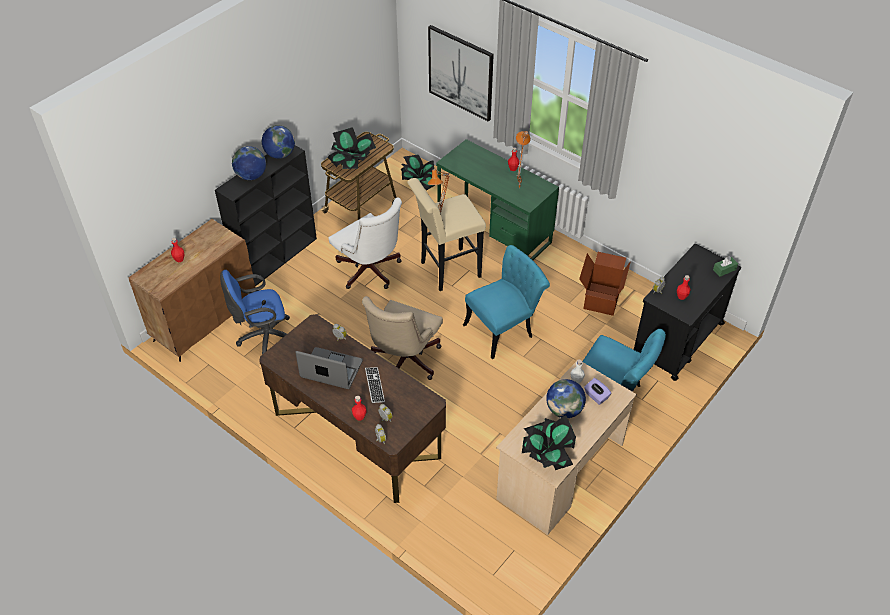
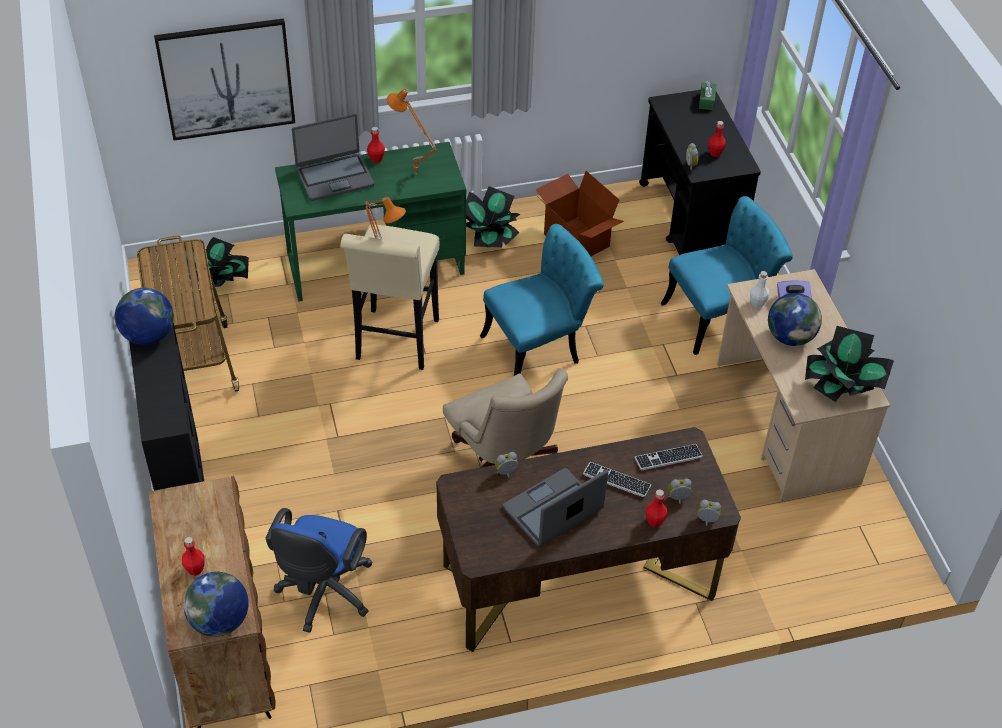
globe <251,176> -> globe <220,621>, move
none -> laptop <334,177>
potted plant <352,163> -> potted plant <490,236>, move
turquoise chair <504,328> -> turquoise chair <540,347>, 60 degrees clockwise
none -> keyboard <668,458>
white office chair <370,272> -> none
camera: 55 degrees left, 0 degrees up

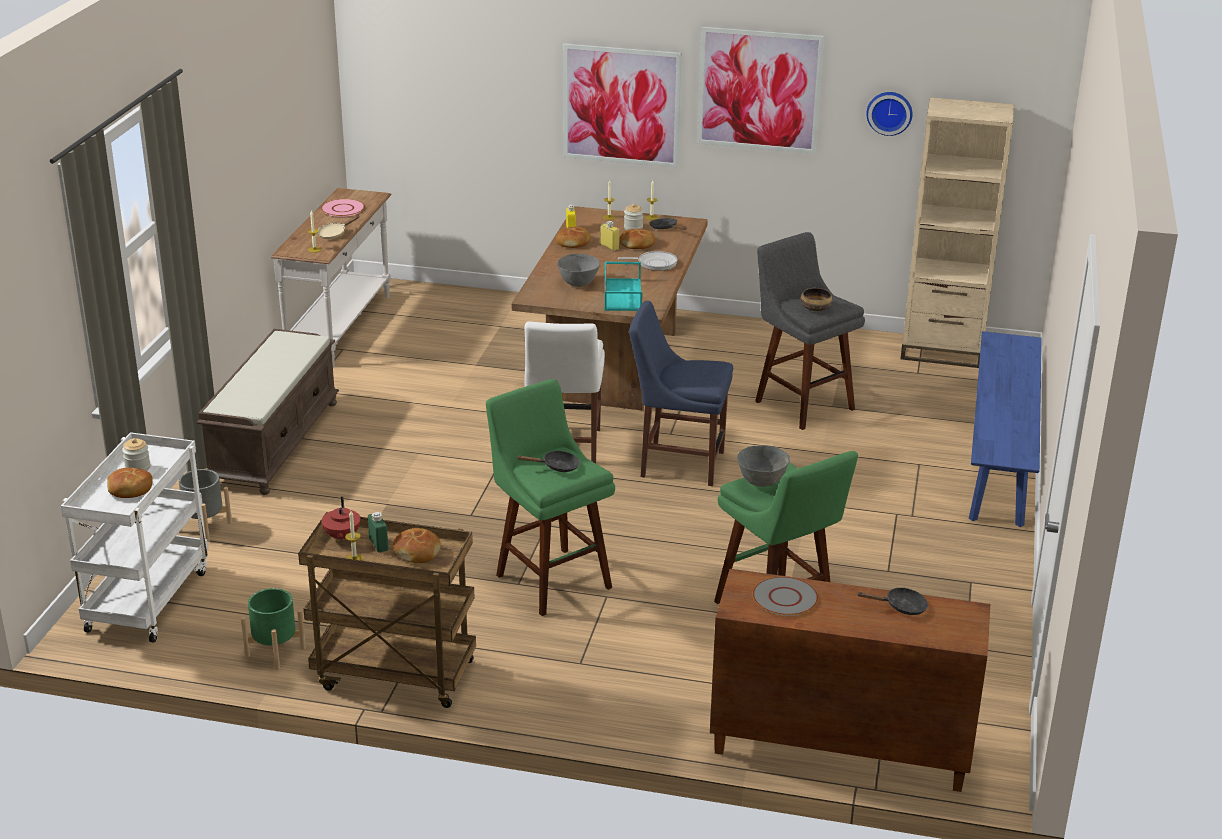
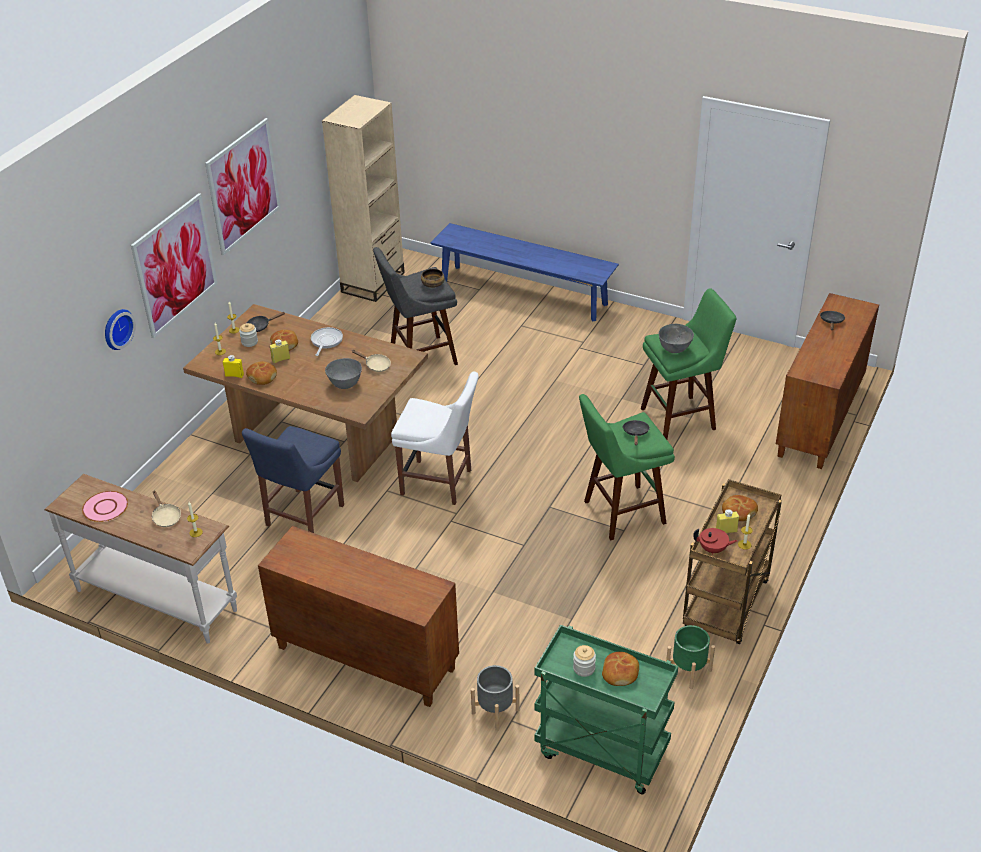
wall clock <889,112> -> wall clock <116,328>, move
blue chair <677,463> -> blue chair <302,517>, move
brown bench <274,442> -> brown cabinet <364,658>
turquoise tray <621,294> -> beige frying pan <375,365>
white cart <147,599> -> green cart <600,751>
green bottle <378,544> -> yellow bottle <726,531>
grey plate <784,597> -> none
camera: 75 degrees left, 10 degrees up

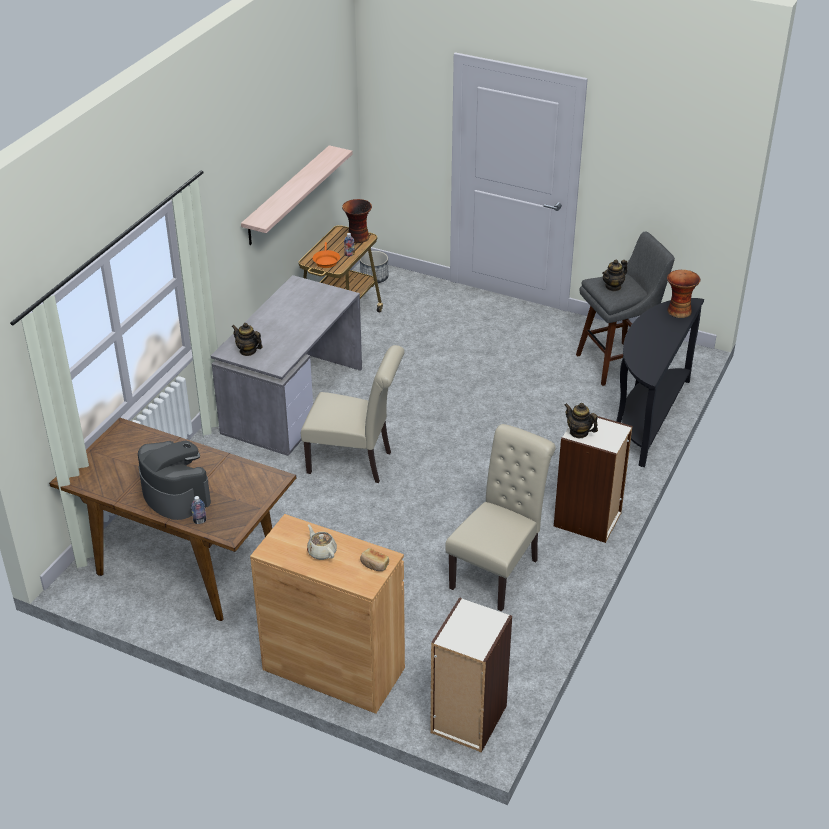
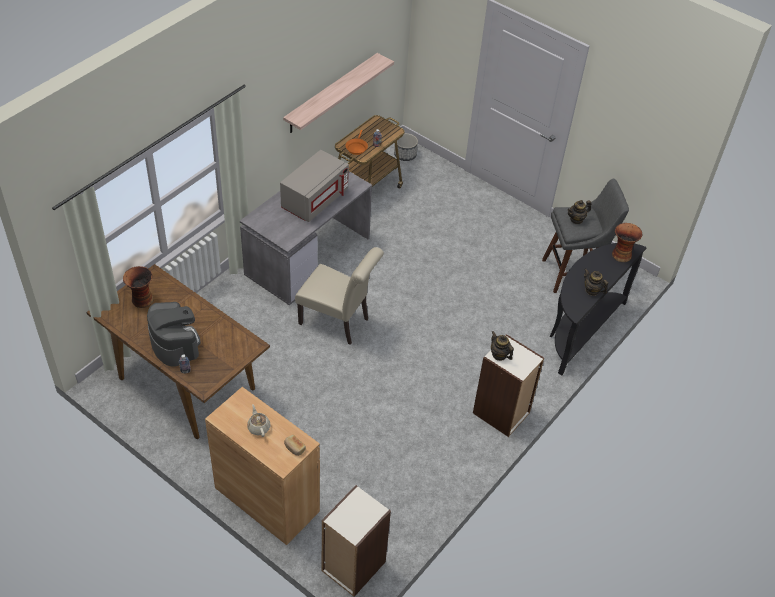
vase <358,237> -> vase <141,300>, move
none -> grey microwave <314,200>
teapot <248,351> -> teapot <592,290>, move
beige chair <498,570> -> none
camera: 10 degrees right, 10 degrees up

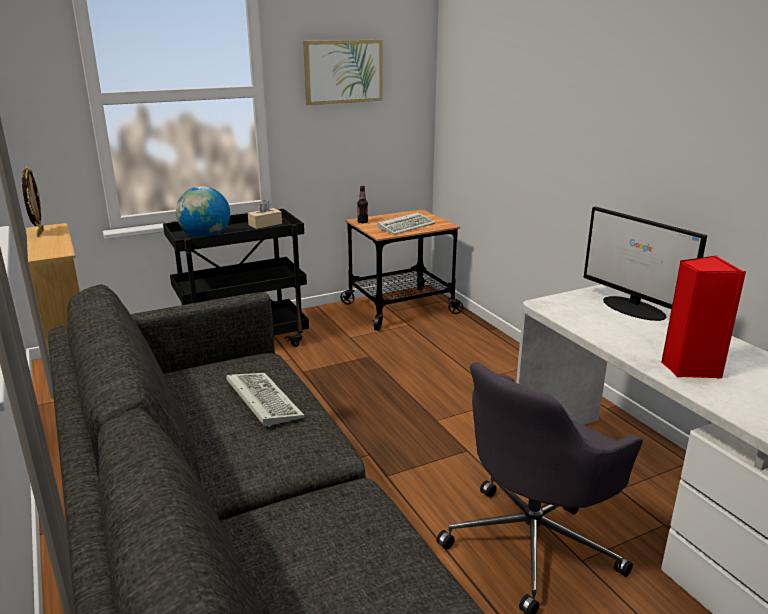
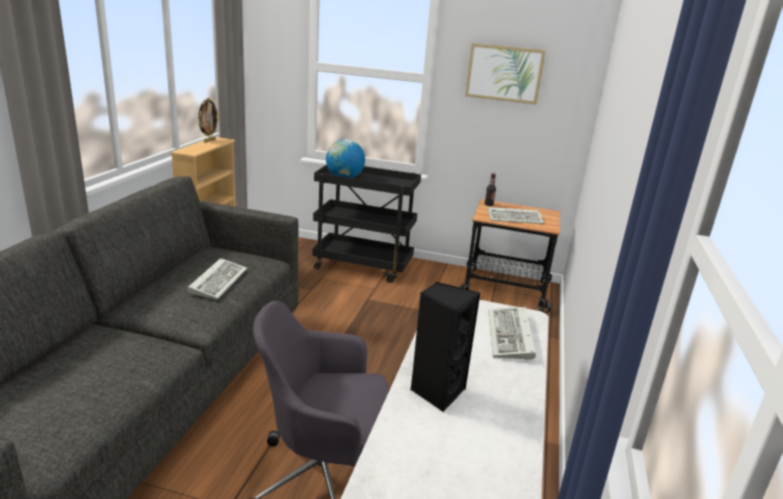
red speaker <689,368> -> black speaker <436,391>
monitor <634,308> -> keyboard <511,337>
beige tissue box <265,224> -> none
camera: 40 degrees right, 0 degrees up

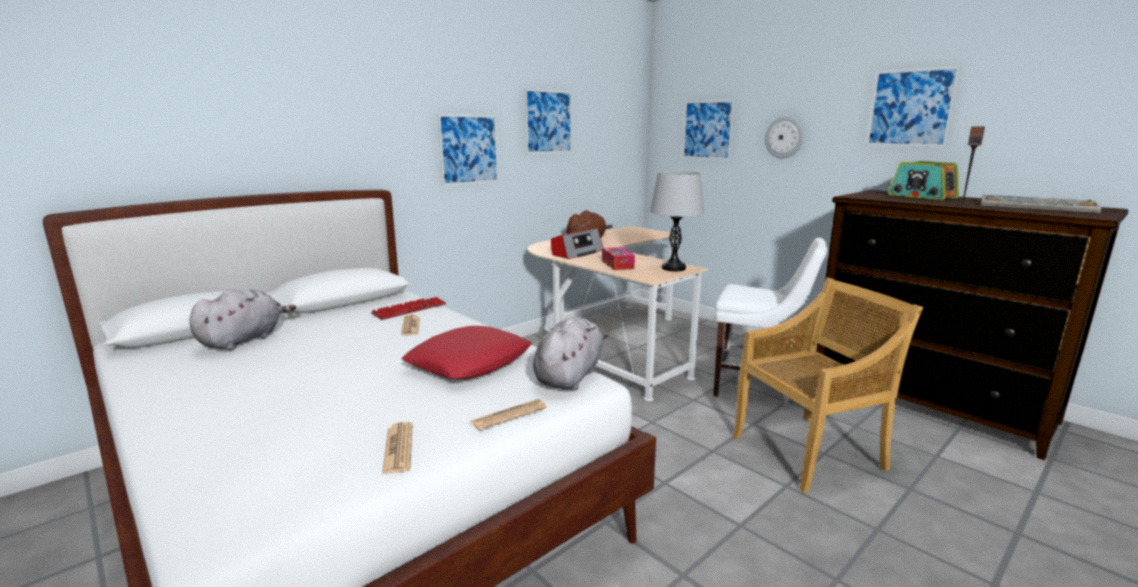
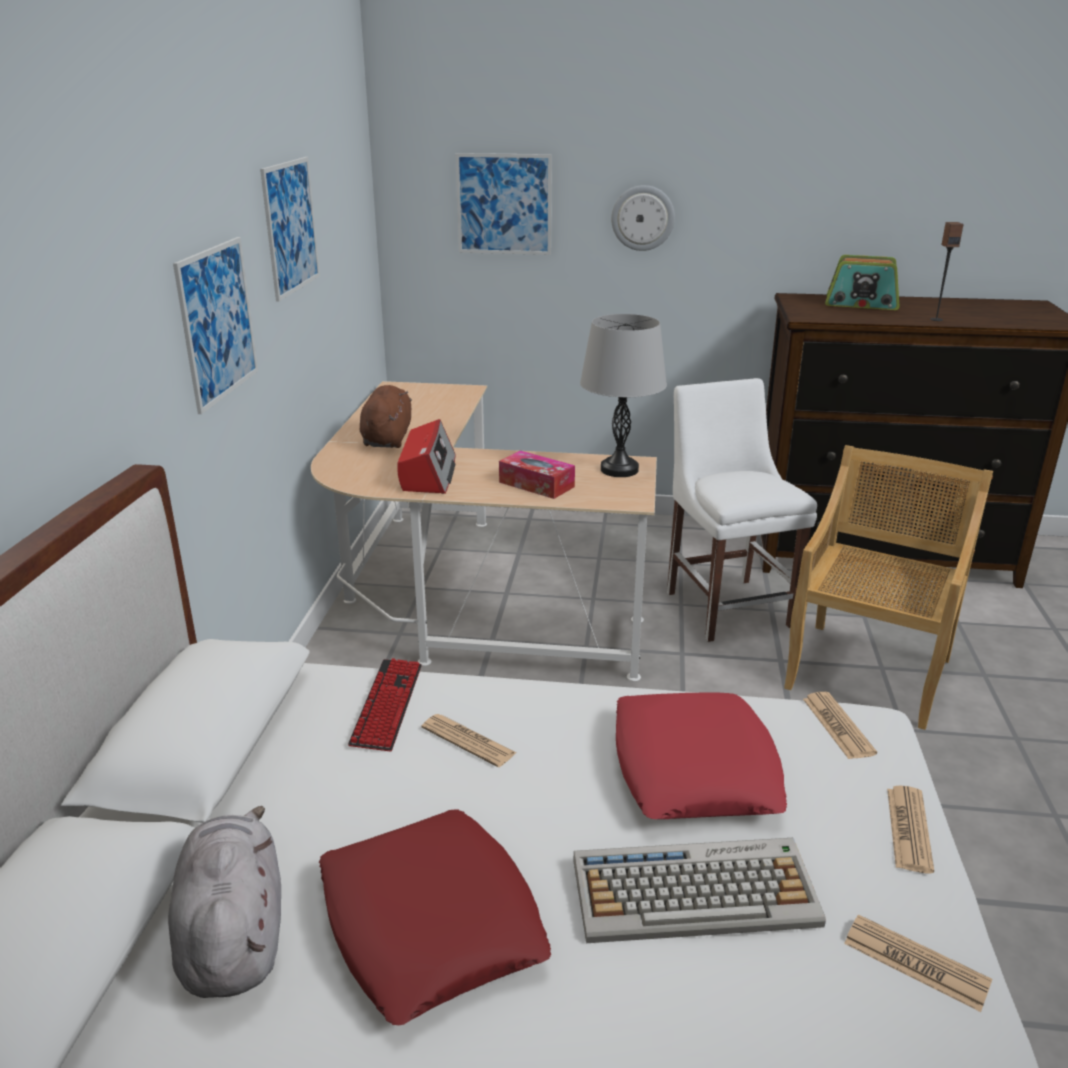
none -> red pillow <430,923>
keyboard <1037,206> -> keyboard <696,891>, move
white chair <758,390> -> white chair <726,605>, 90 degrees counterclockwise
grey plush toy <569,376> -> newspaper <838,726>
picture <910,108> -> none
camera: 40 degrees left, 10 degrees up

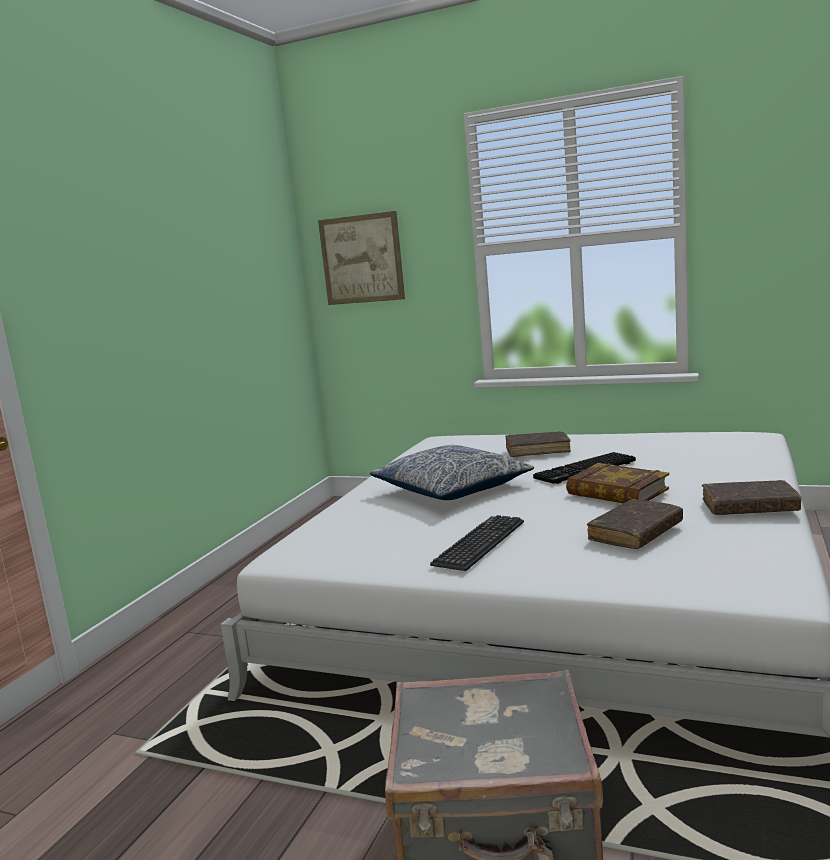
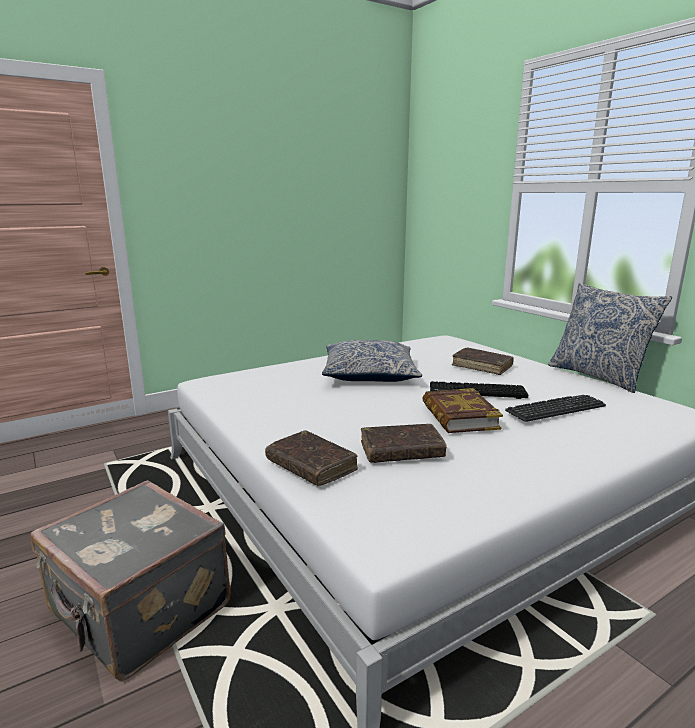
brown book <749,507> -> brown book <311,466>, move
keyboard <479,543> -> keyboard <555,409>, move
none -> pillow <598,376>
picture <361,259> -> none
camera: 35 degrees right, 5 degrees up

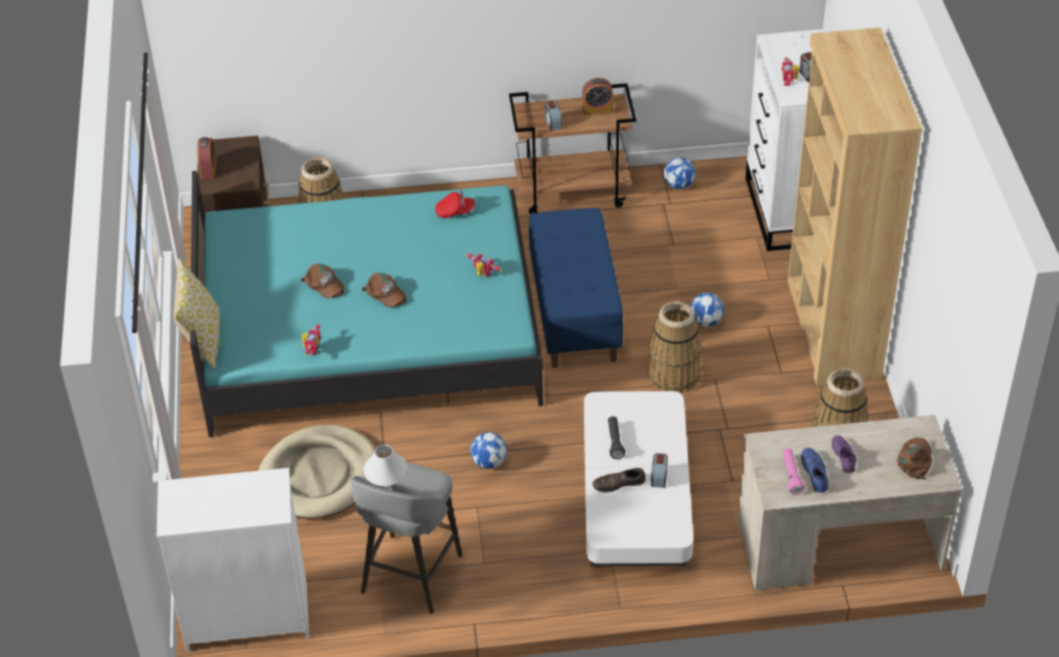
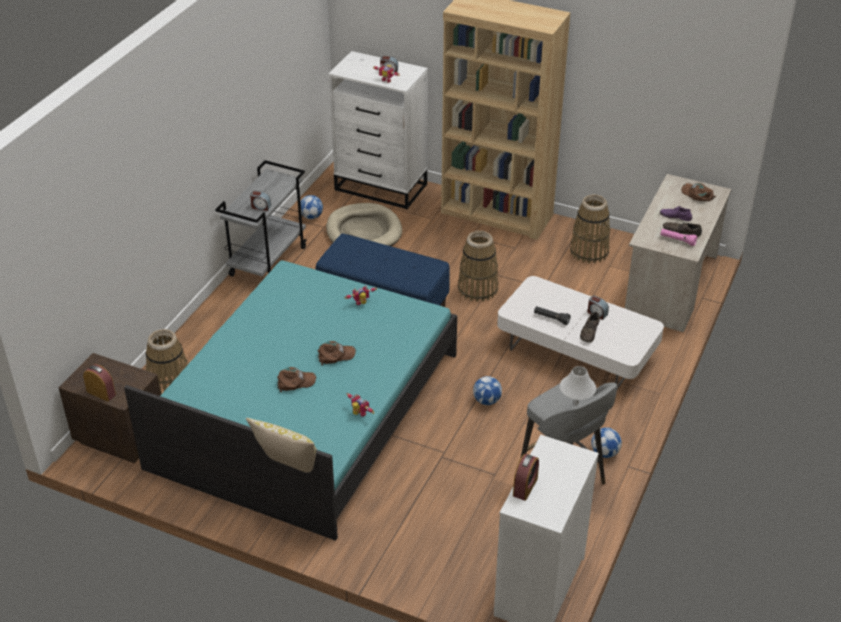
brown cart <573,192> -> grey cart <268,261>
beige dog bed <318,476> -> beige dog bed <364,232>, move
alarm clock <597,109> -> alarm clock <525,487>, move
football <706,321> -> football <605,453>, move
blue shoe <814,473> -> brown shoe <681,231>
red cap <455,212> -> none
camera: 60 degrees left, 5 degrees down

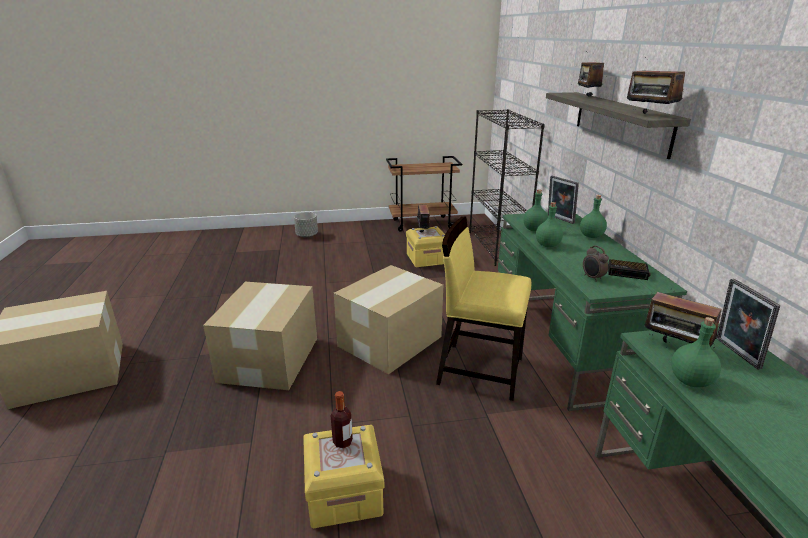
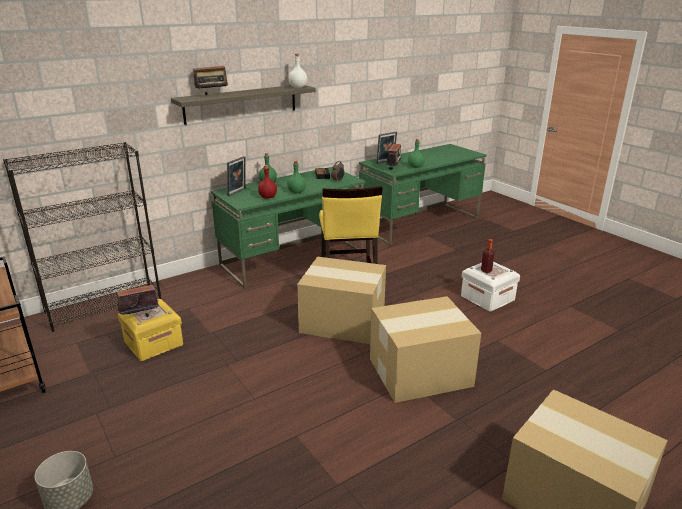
green bottle <534,229> -> red bottle <268,197>
radio <649,115> -> white bottle <298,87>
yellow storage box <344,493> -> white storage box <487,298>
camera: 115 degrees left, 0 degrees up

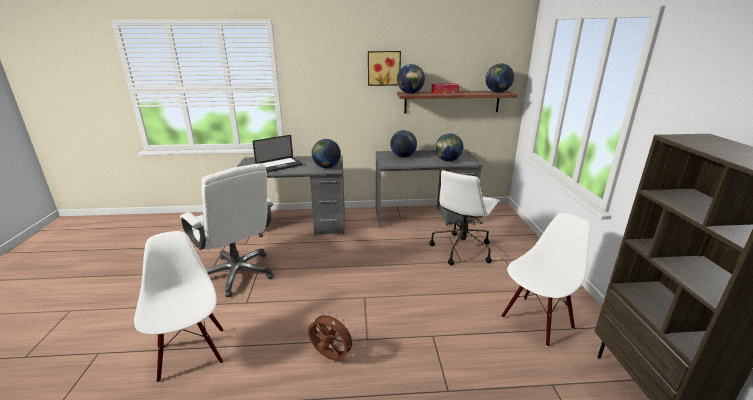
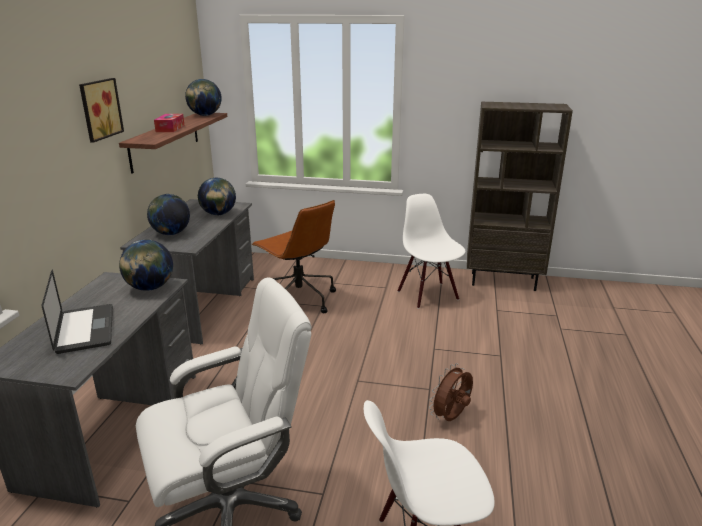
white office chair <462,249> -> brown office chair <298,299>
globe <410,93> -> none
camera: 75 degrees left, 0 degrees up

